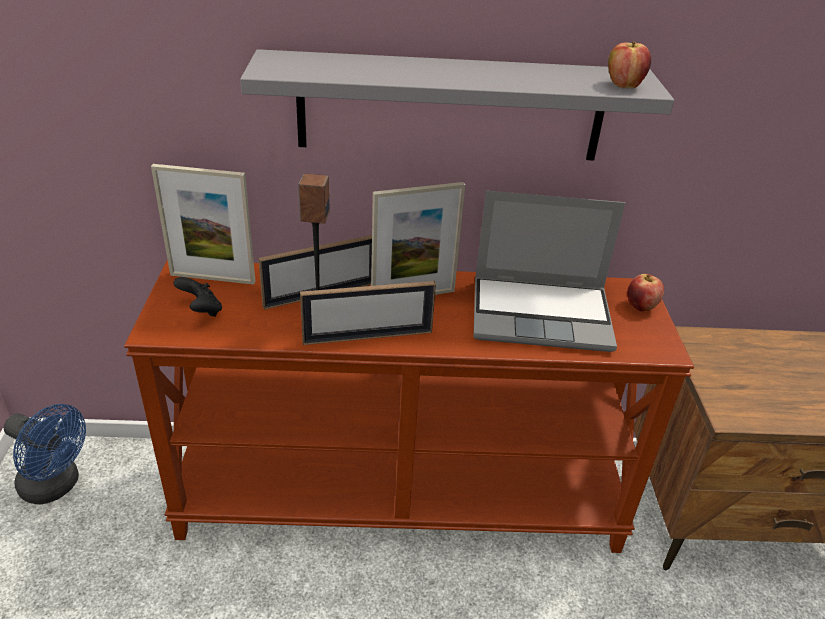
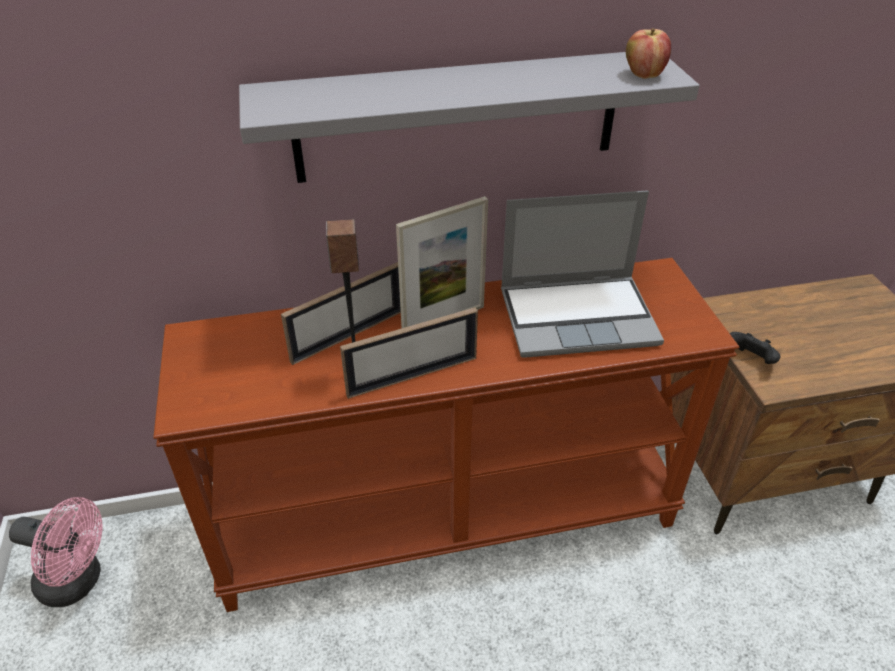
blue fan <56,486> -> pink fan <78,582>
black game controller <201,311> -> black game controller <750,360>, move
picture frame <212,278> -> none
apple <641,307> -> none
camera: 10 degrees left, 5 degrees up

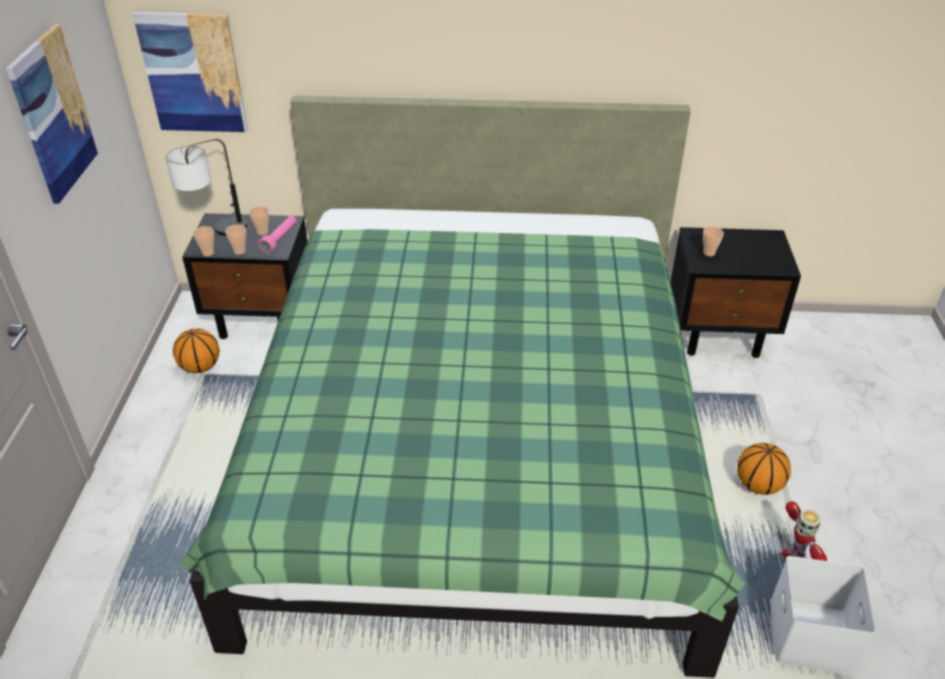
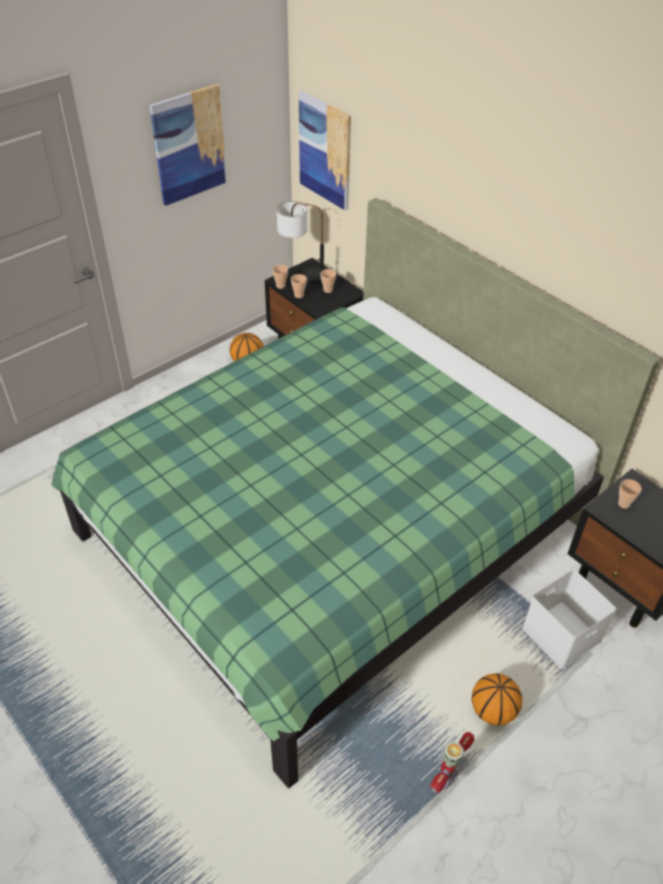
white storage box <808,634> -> white storage box <561,632>, move
pink flashlight <280,239> -> none
camera: 45 degrees right, 5 degrees up

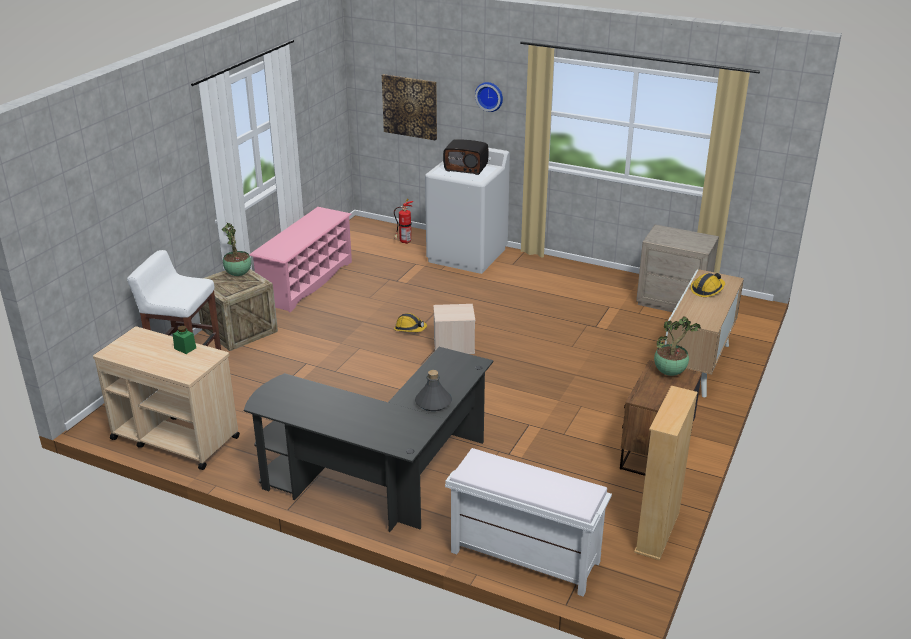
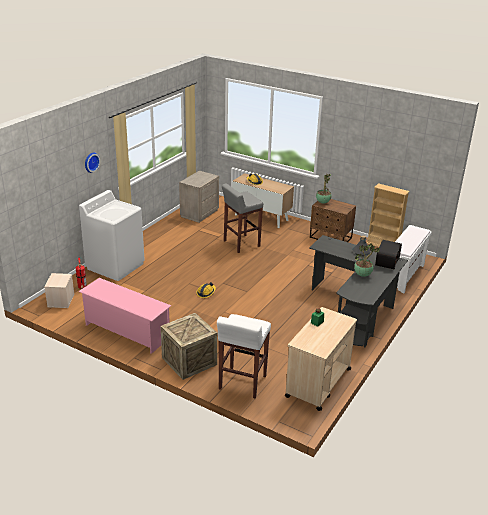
beige storage box <453,346> -> beige storage box <61,300>, move
none -> grey stool <241,244>
potted plant <238,274> -> potted plant <363,275>, move
radio <466,168> -> radio <386,261>, move
picture <410,106> -> none
camera: 85 degrees left, 0 degrees up

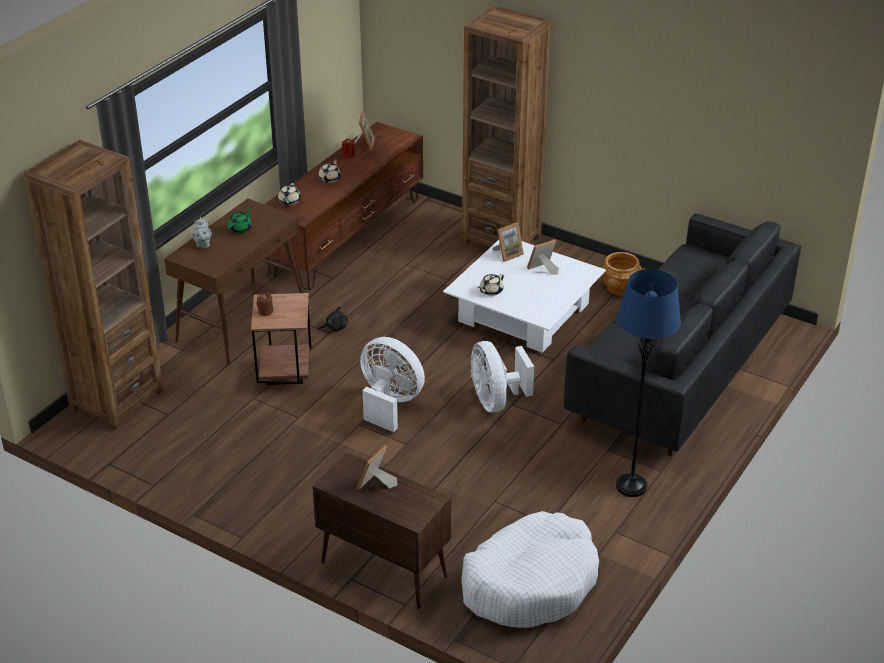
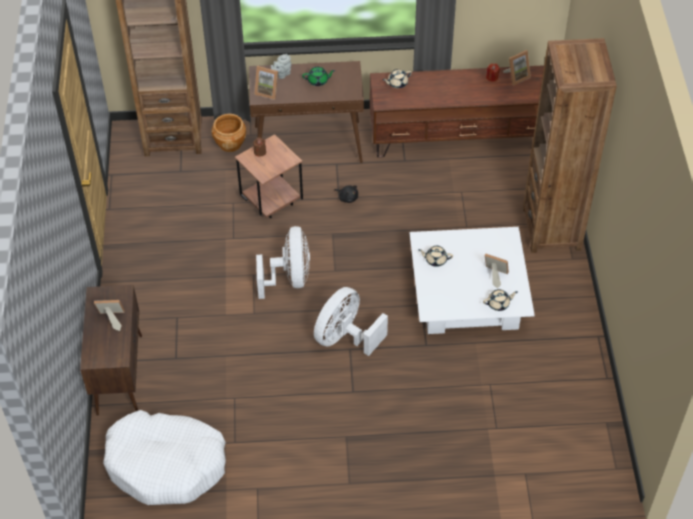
brown planter <619,288> -> brown planter <230,143>, move
picture frame <508,254> -> picture frame <268,91>, move
beige teapot <330,178> -> beige teapot <499,304>, move
black sofa <678,372> -> none
blue floor lamp <631,486> -> none
camera: 55 degrees right, 15 degrees up

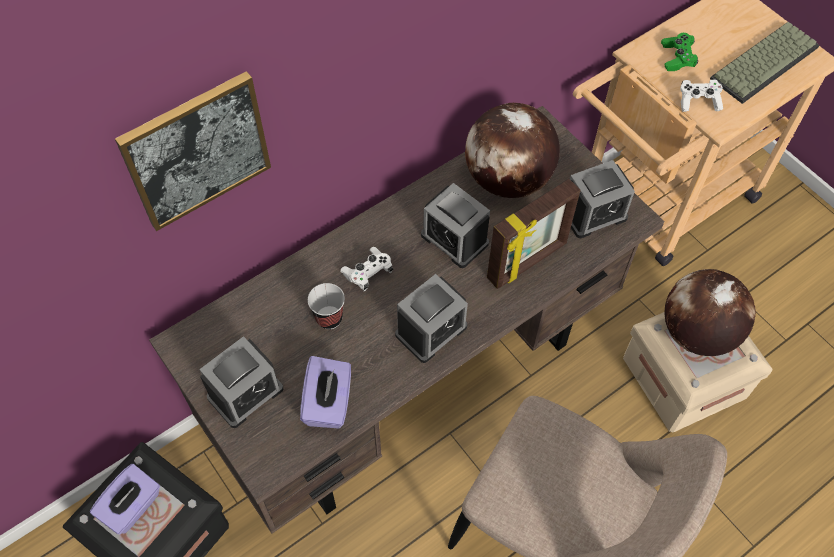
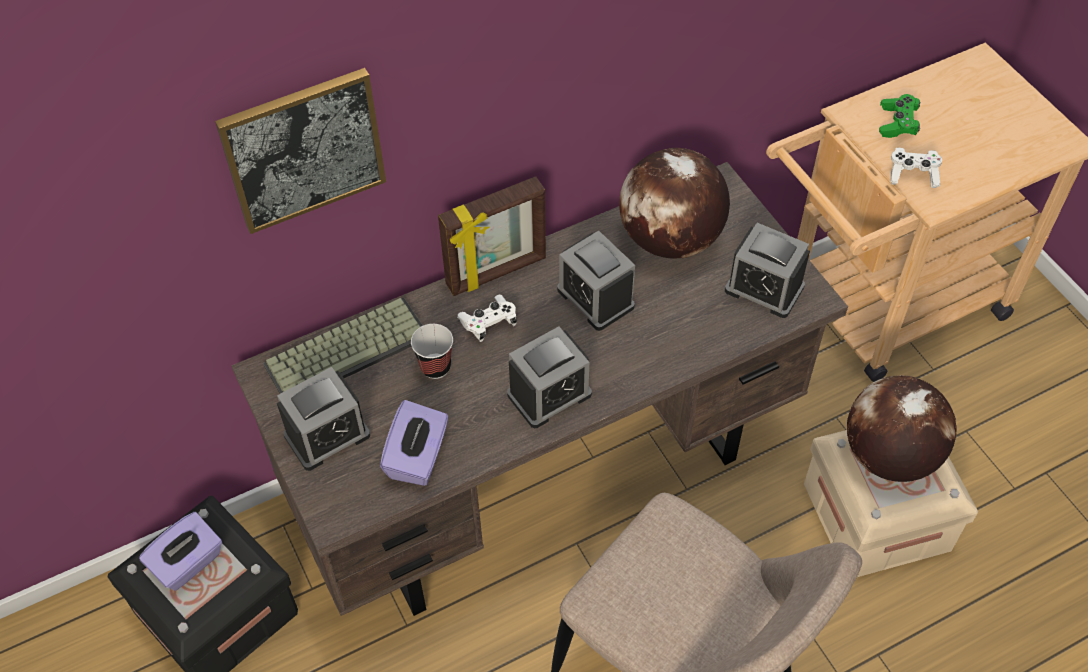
keyboard <763,61> -> keyboard <347,348>, move
picture frame <528,262> -> picture frame <497,273>, move
alarm clock <593,214> -> alarm clock <764,288>, 45 degrees clockwise
camera: 10 degrees right, 5 degrees down

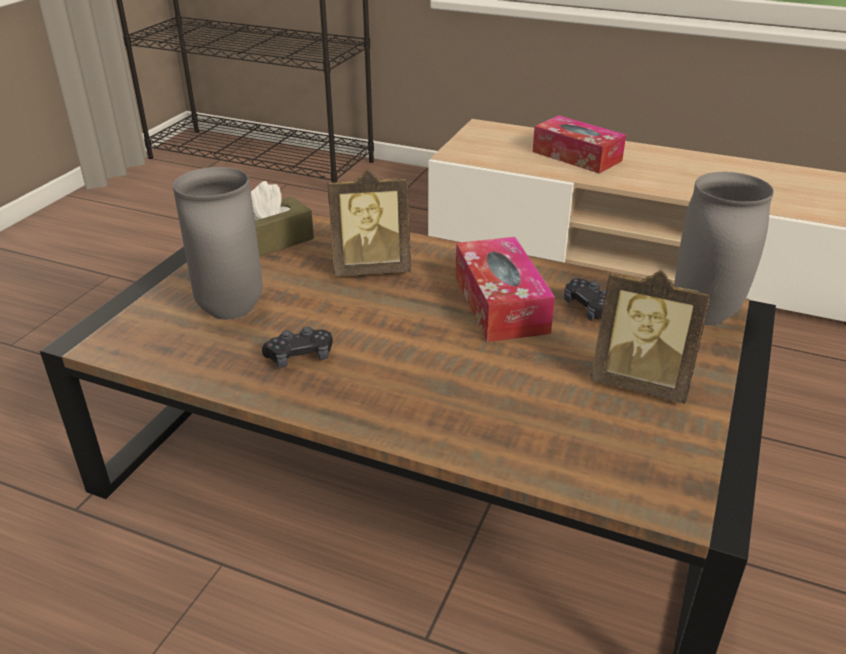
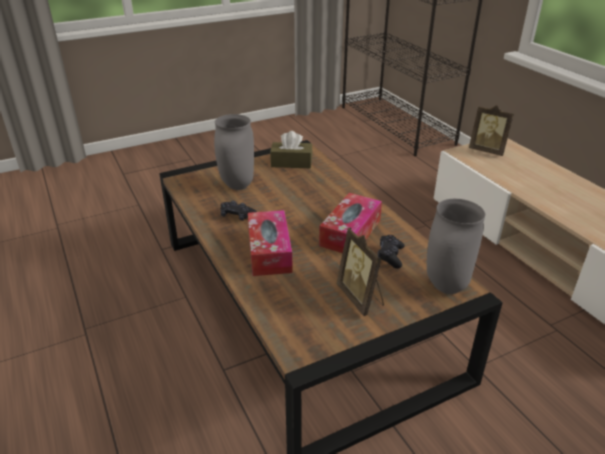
tissue box <576,156> -> tissue box <269,251>, move
picture frame <371,268> -> picture frame <487,150>, move
camera: 40 degrees right, 0 degrees up

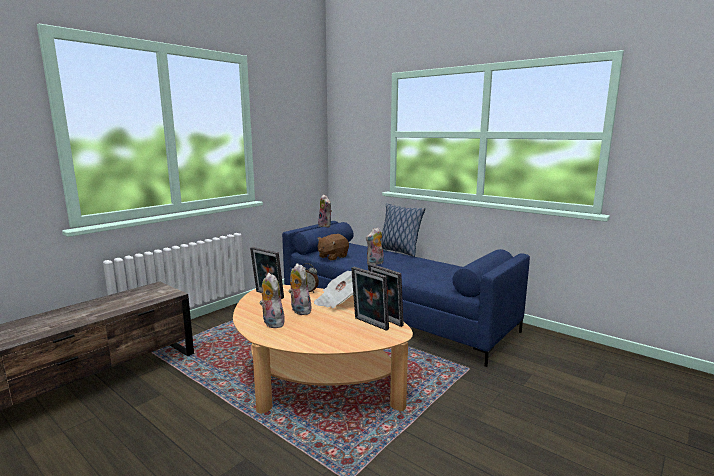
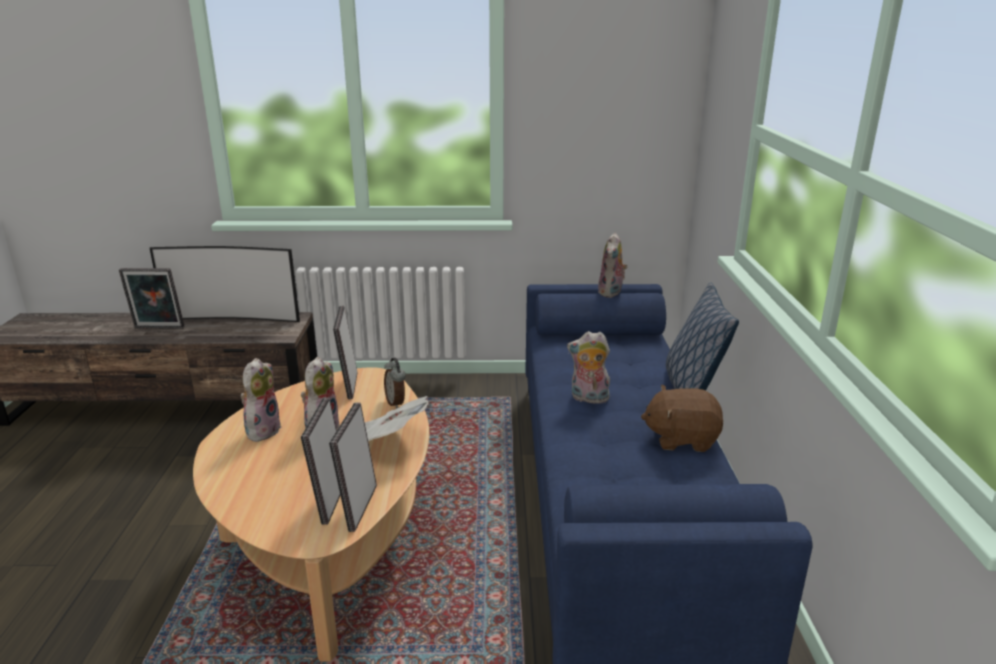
none -> picture frame <158,329>
none -> television <233,318>
brown plush toy <332,257> -> brown plush toy <681,438>, move
camera: 50 degrees right, 10 degrees up

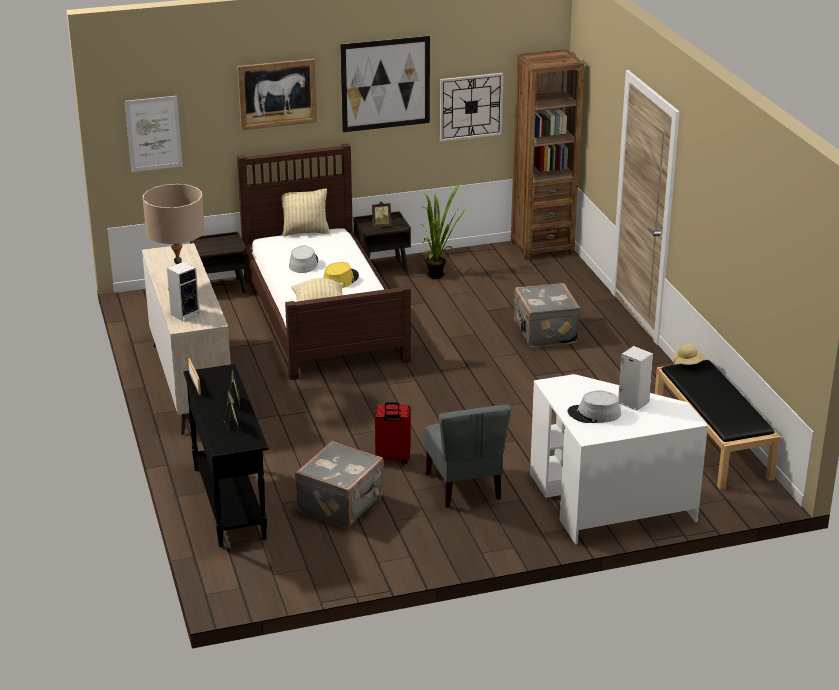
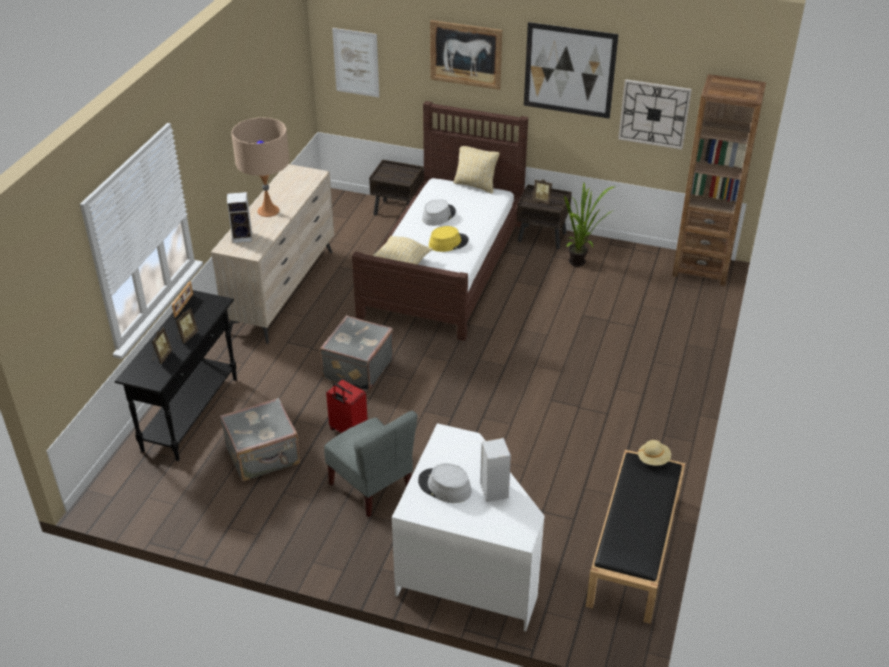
grey suitcase <544,333> -> grey suitcase <357,369>, move
grey chair <464,486> -> grey chair <372,487>, 60 degrees counterclockwise
camera: 35 degrees right, 10 degrees up

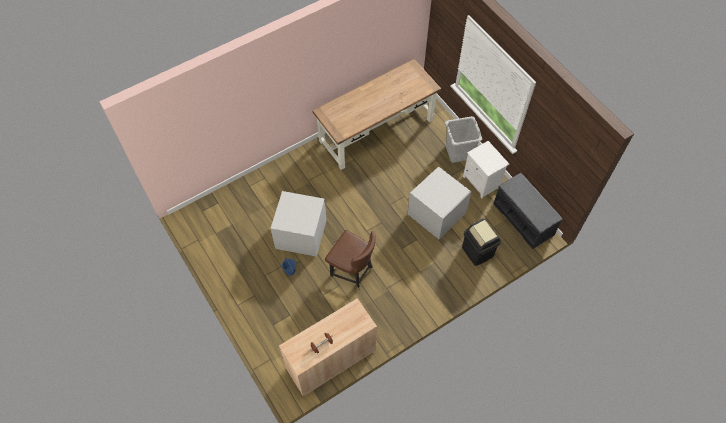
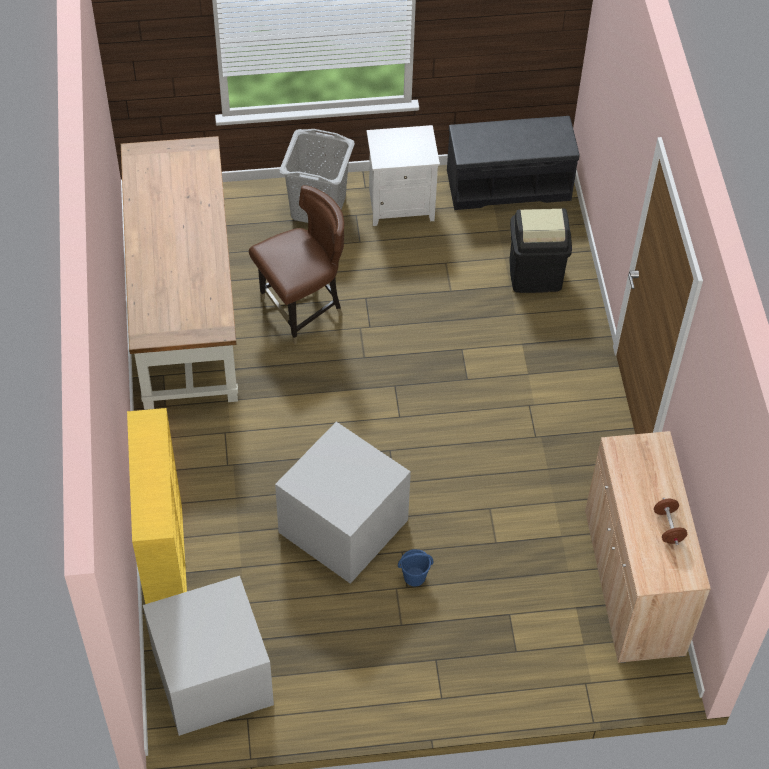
none -> yellow bookcase <166,566>
grey storage box <436,214> -> grey storage box <214,678>, move
brown chair <352,272> -> brown chair <302,309>, move
camera: 65 degrees left, 5 degrees down

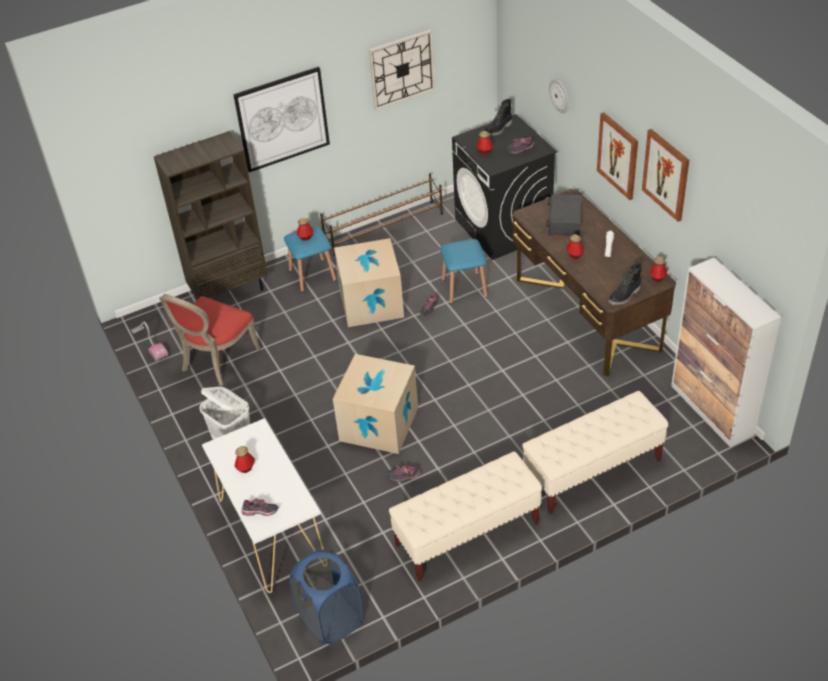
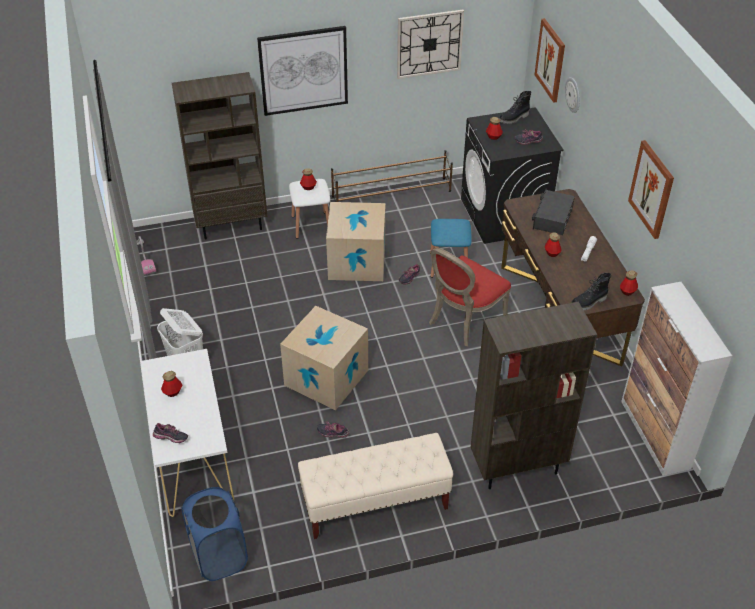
blue stool <312,275> -> white stool <311,224>
red chair <217,361> -> red chair <463,320>, move
beige bench <592,471> -> brown bookcase <517,468>
picture <618,155> -> picture <550,60>, move
camera: 10 degrees right, 0 degrees up

